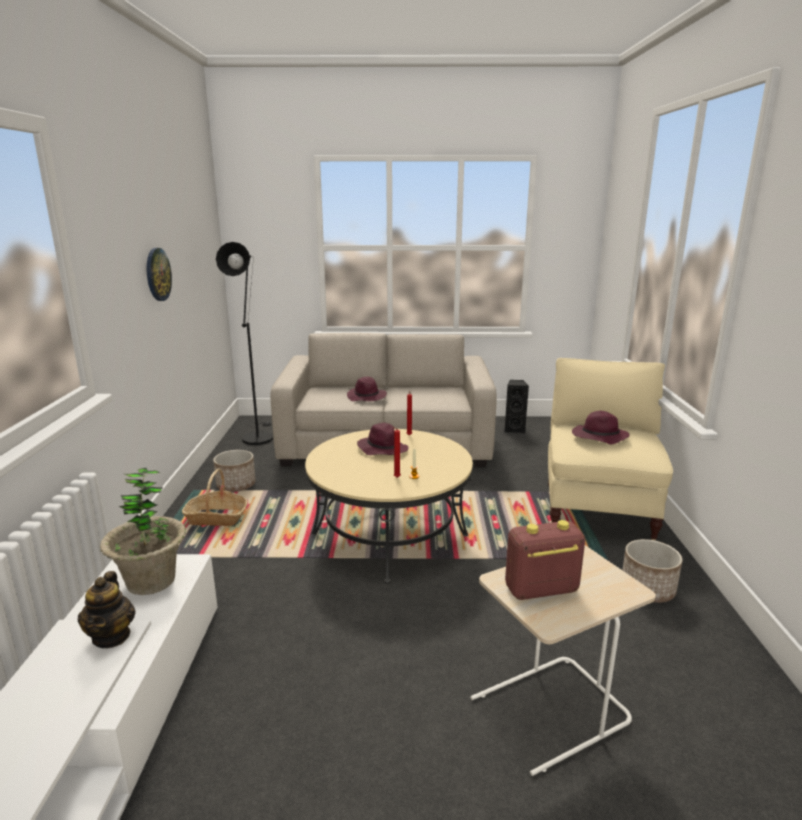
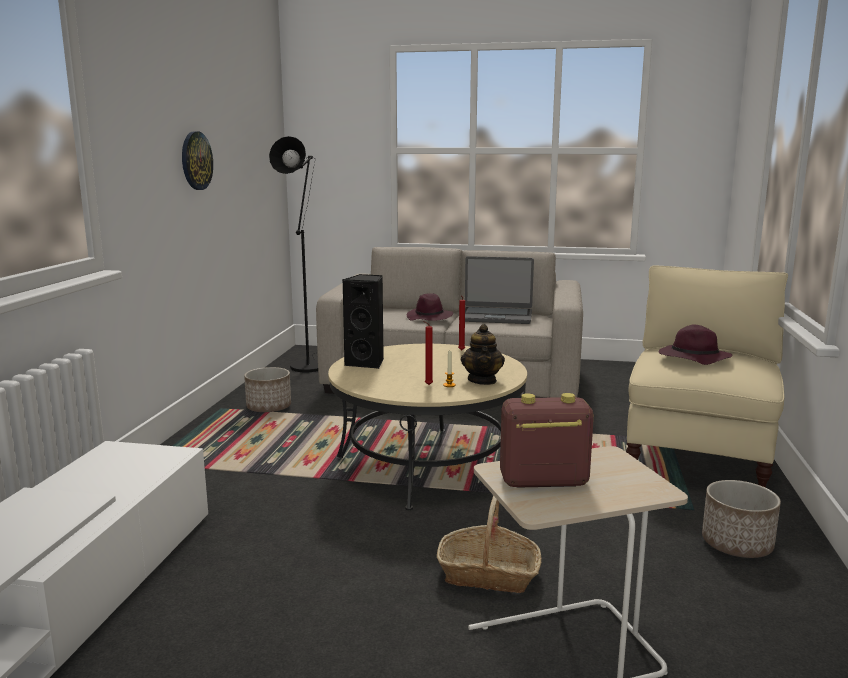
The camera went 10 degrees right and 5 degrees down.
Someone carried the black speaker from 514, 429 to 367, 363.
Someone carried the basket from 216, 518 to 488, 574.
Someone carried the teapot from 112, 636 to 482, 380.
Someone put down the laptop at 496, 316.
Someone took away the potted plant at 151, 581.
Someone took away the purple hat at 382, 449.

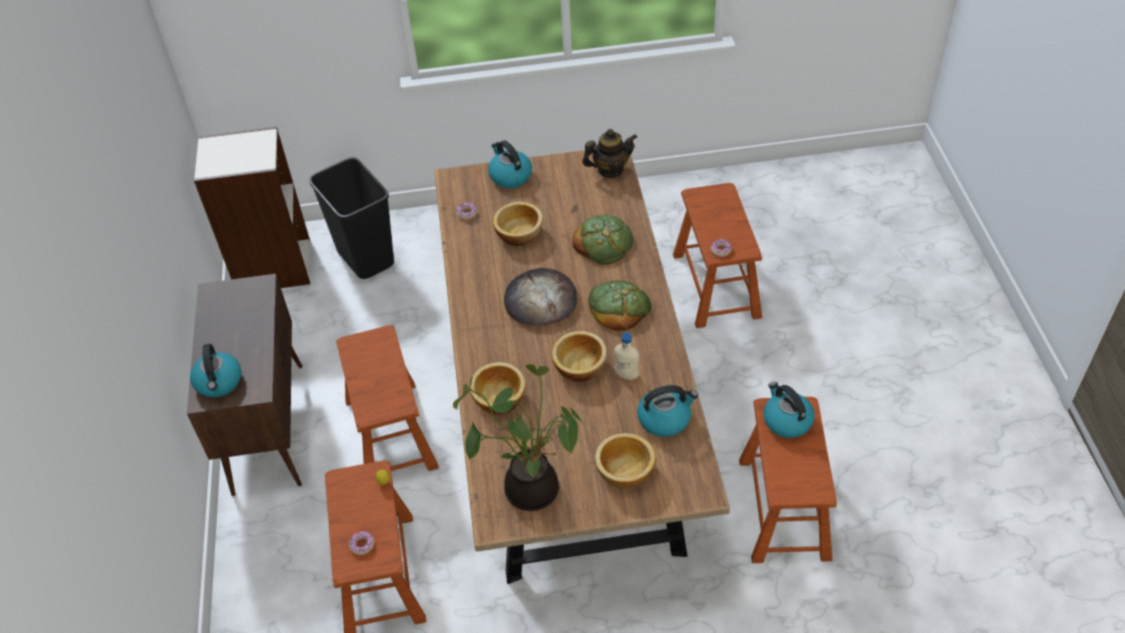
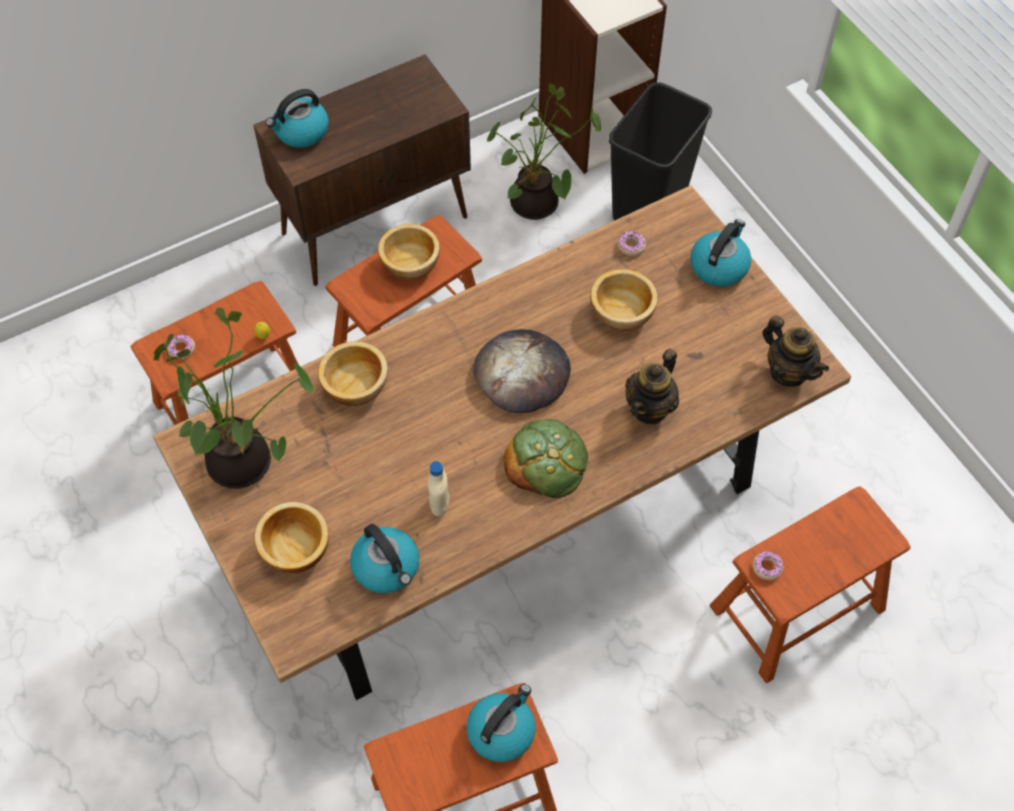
The camera went 65 degrees right and 10 degrees up.
Someone carried the bowl from 579, 366 to 411, 263.
Someone put down the potted plant at 537, 206.
Someone swapped the bread at 603, 242 for the teapot at 650, 408.

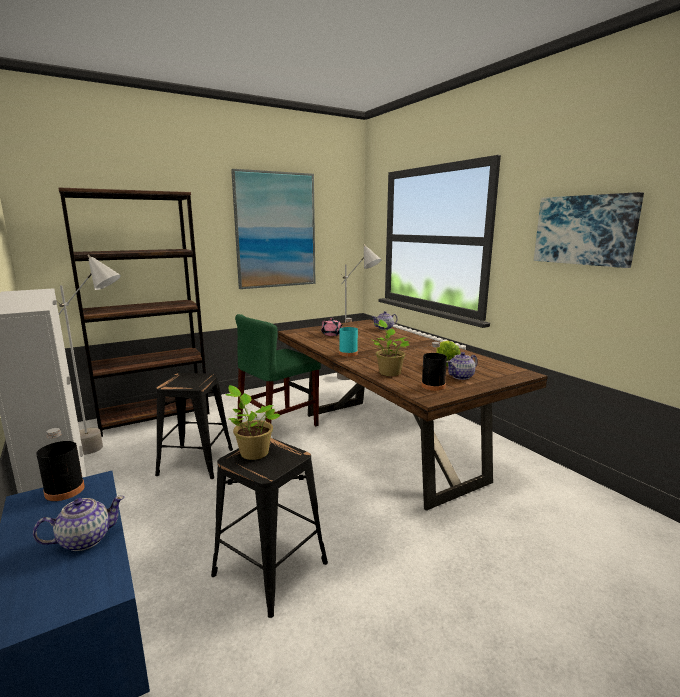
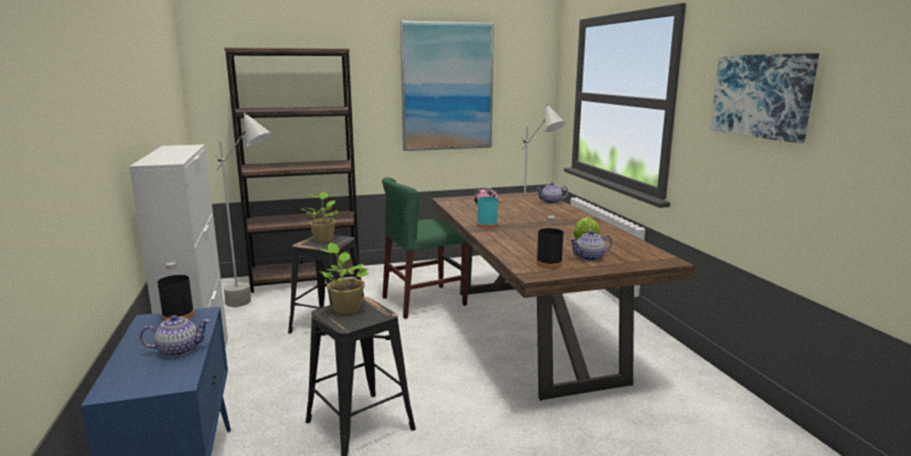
The camera went 15 degrees right and 0 degrees up.
Someone carried the potted plant from 388, 372 to 323, 239.

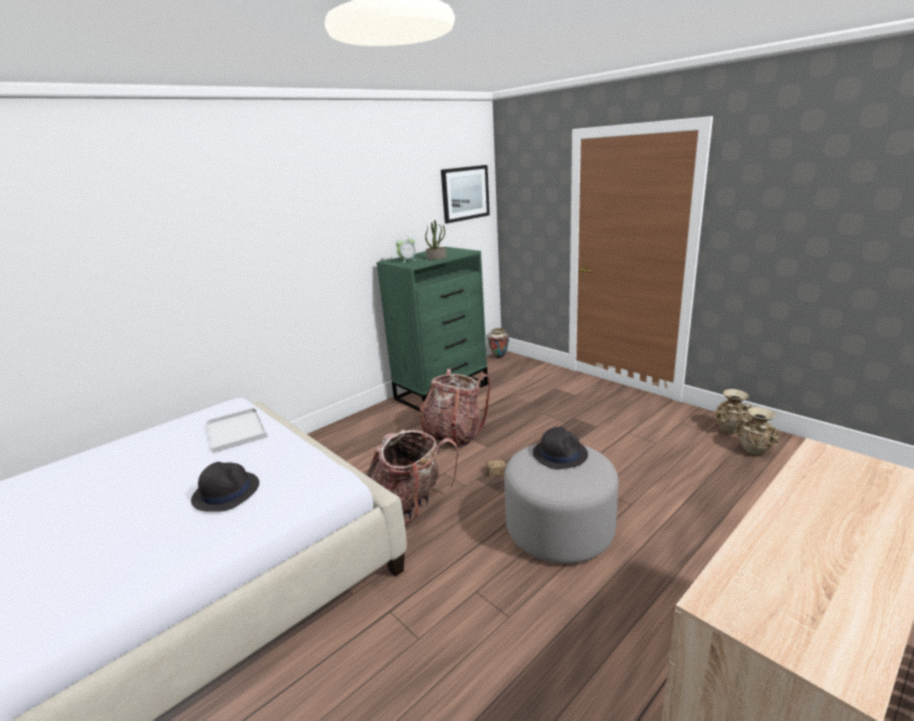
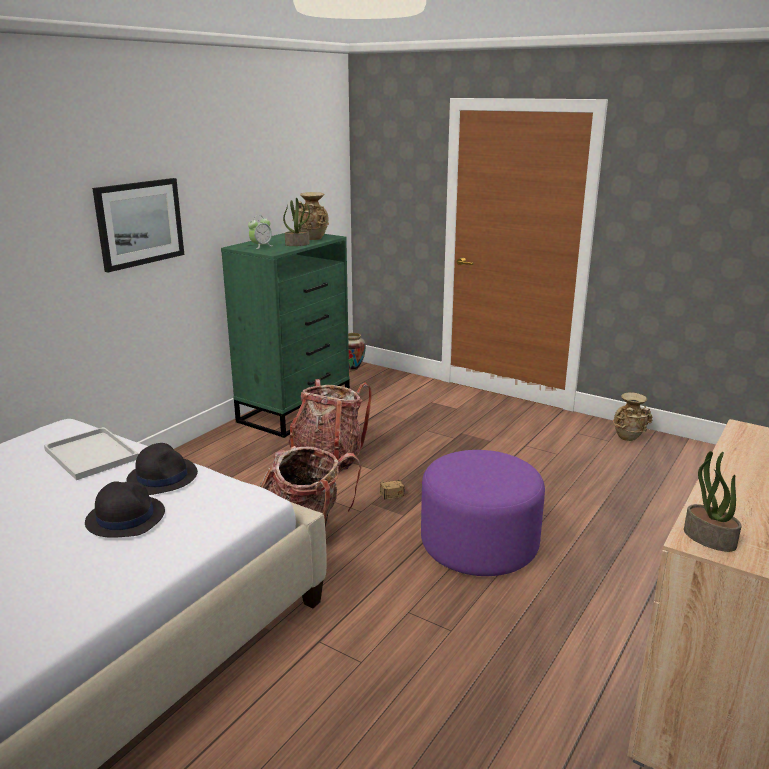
The camera went 15 degrees left and 0 degrees up.
Someone carried the picture from 465, 193 to 139, 223.
Someone carried the black hat from 560, 454 to 162, 477.
Someone carried the beige vase from 753, 451 to 312, 238.
Someone repainted the grey ottoman at 559, 529, which became the purple ottoman at 479, 545.
Someone put down the potted plant at 708, 538.

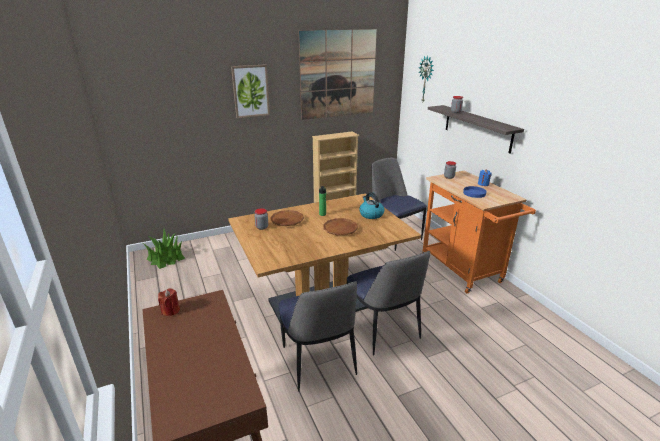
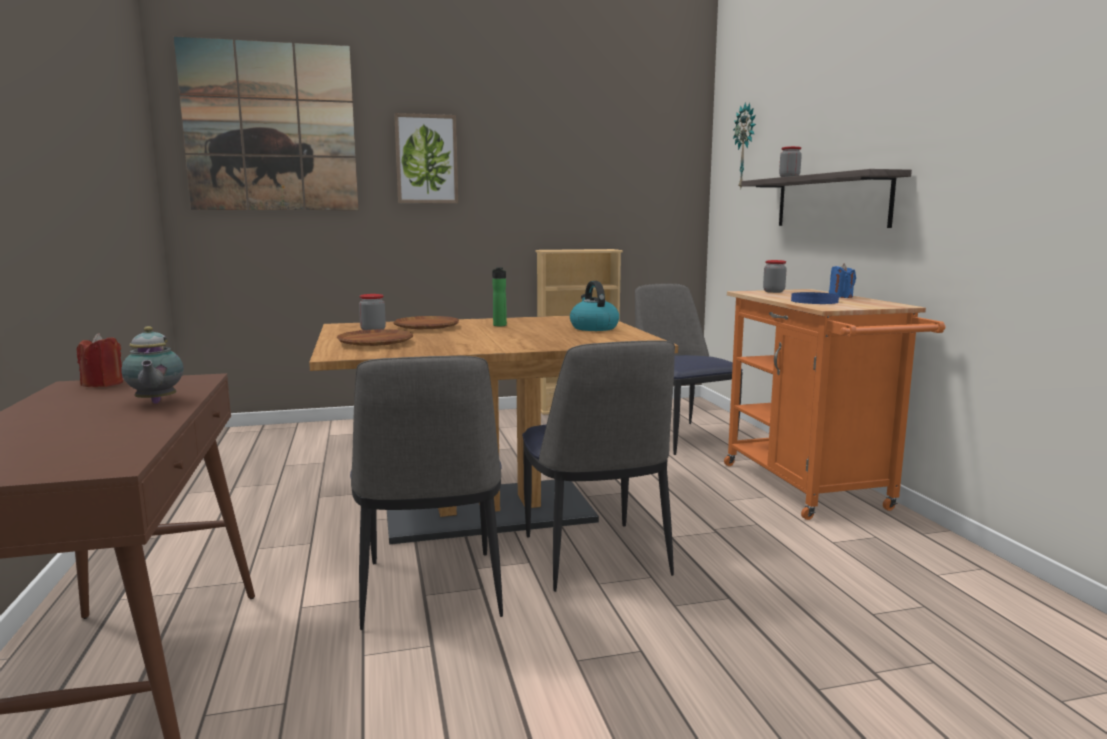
The camera went 10 degrees right and 15 degrees down.
Someone put down the teapot at 155, 402.
Someone carried the picture from 338, 74 to 270, 127.
Someone carried the brown plate from 340, 229 to 375, 343.
Someone took away the potted plant at 166, 258.

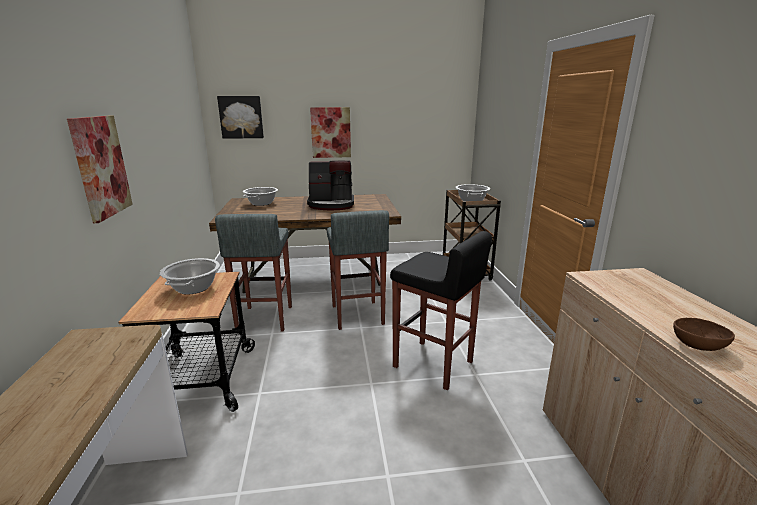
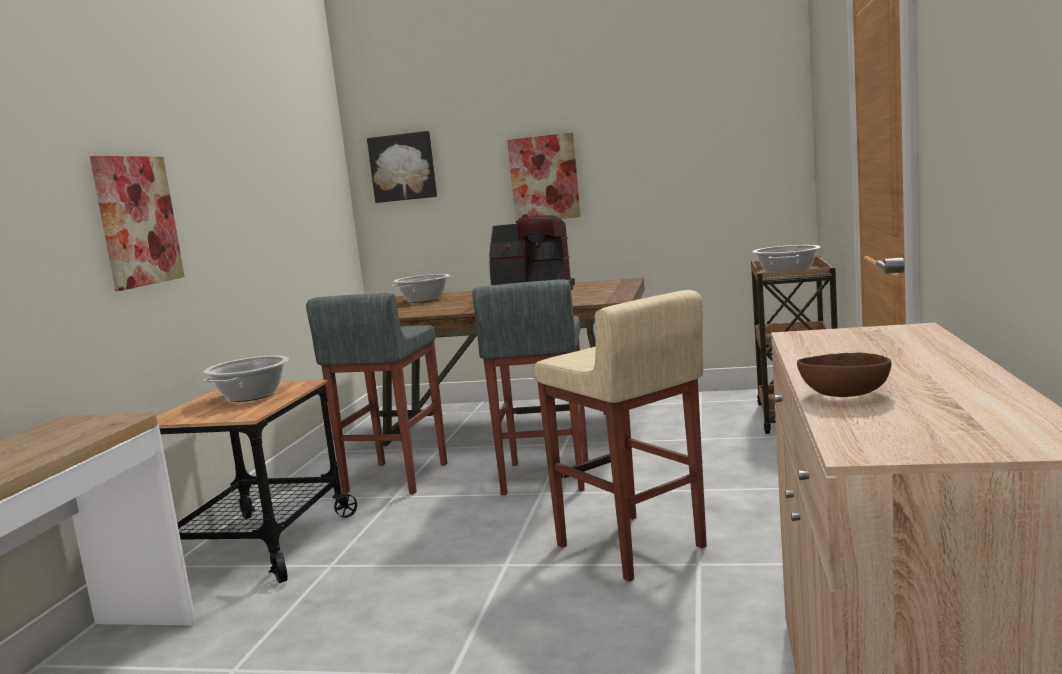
The camera went 20 degrees right and 10 degrees down.
Someone repainted the black stool at 433, 365, which became the beige stool at 630, 547.

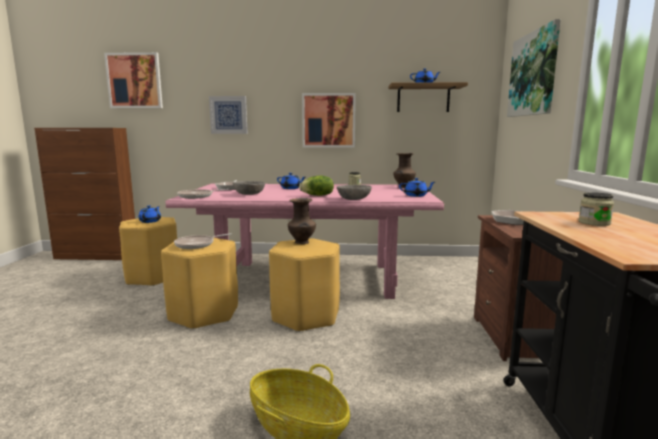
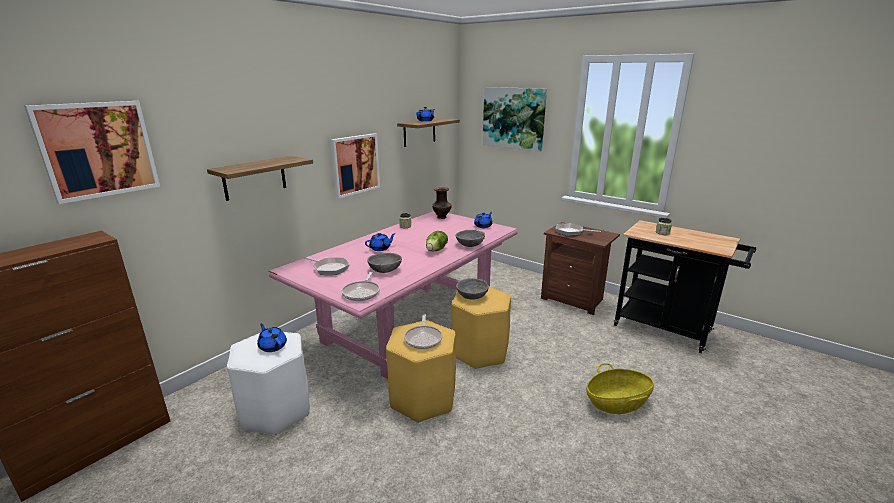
The camera went 55 degrees left and 10 degrees up.
Someone swapped the picture at 228, 115 for the shelf at 254, 178.
Someone repainted the yellow stool at 153, 277, which became the white stool at 276, 410.
Someone swapped the brown vase at 302, 242 for the grey bowl at 472, 296.

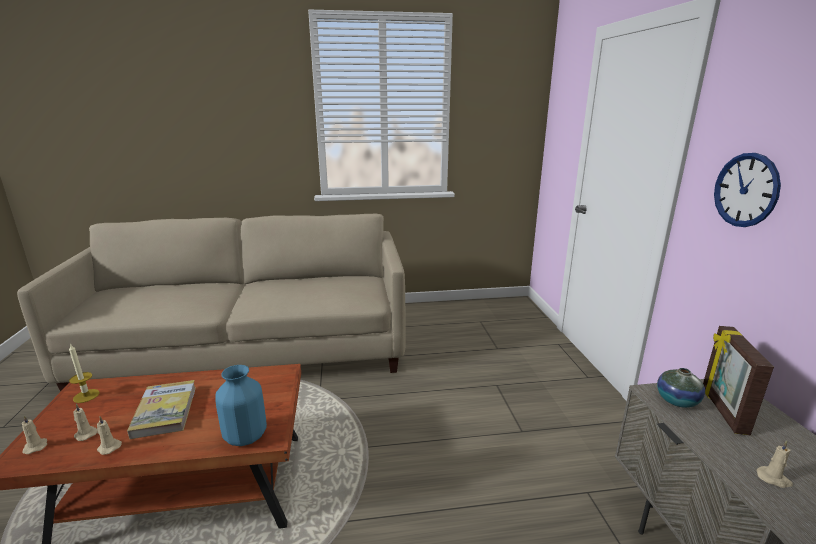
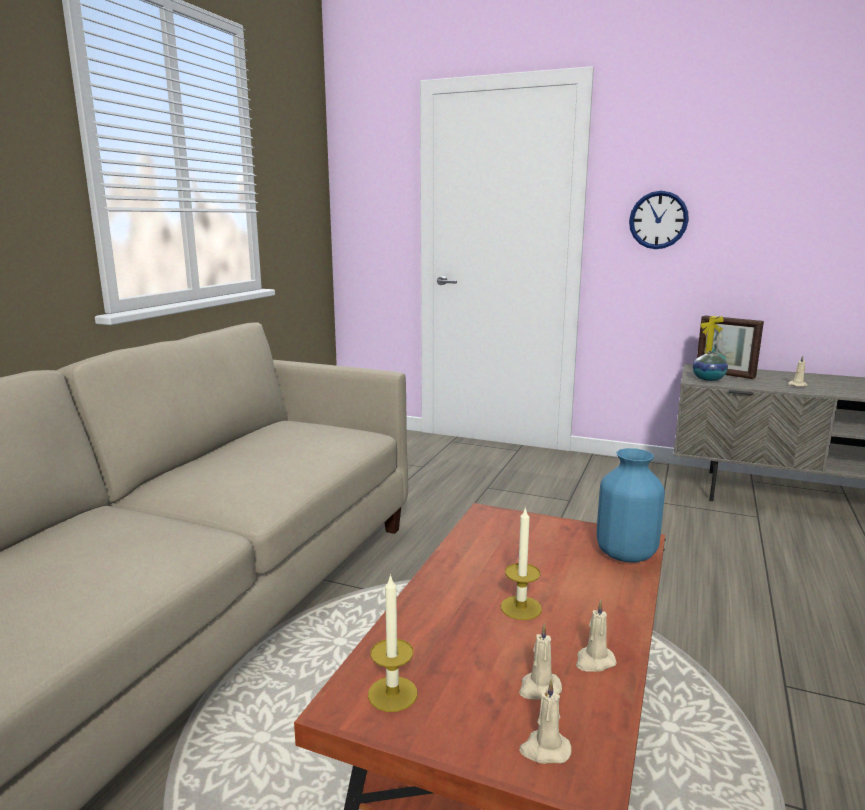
The camera went 60 degrees left and 5 degrees down.
Someone swapped the book at 165, 411 for the candle at 521, 608.

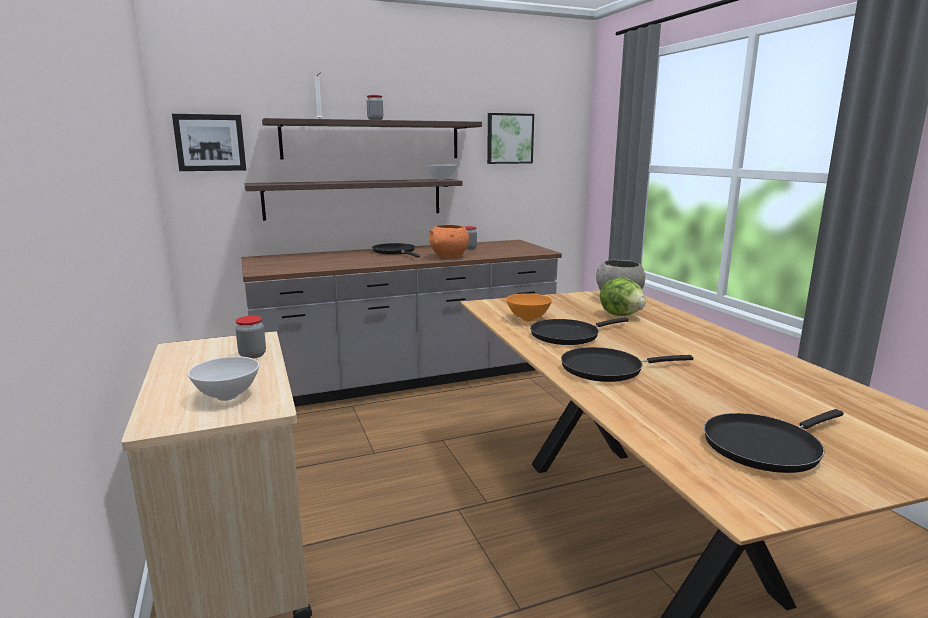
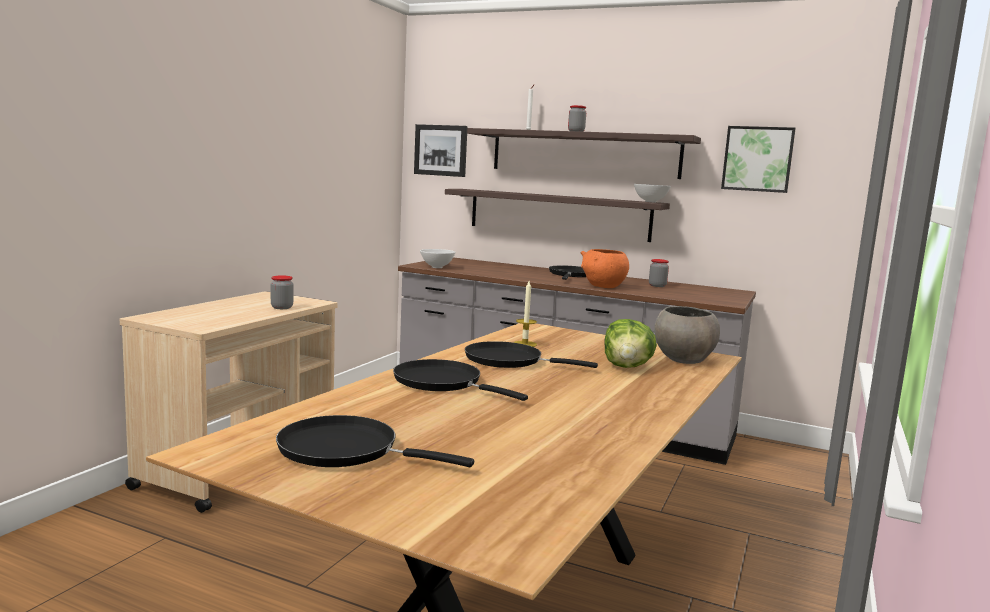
The camera went 45 degrees right and 5 degrees down.
Someone carried the white bowl from 227, 396 to 437, 267.
Someone swapped the orange bowl at 528, 319 for the candle at 524, 344.

